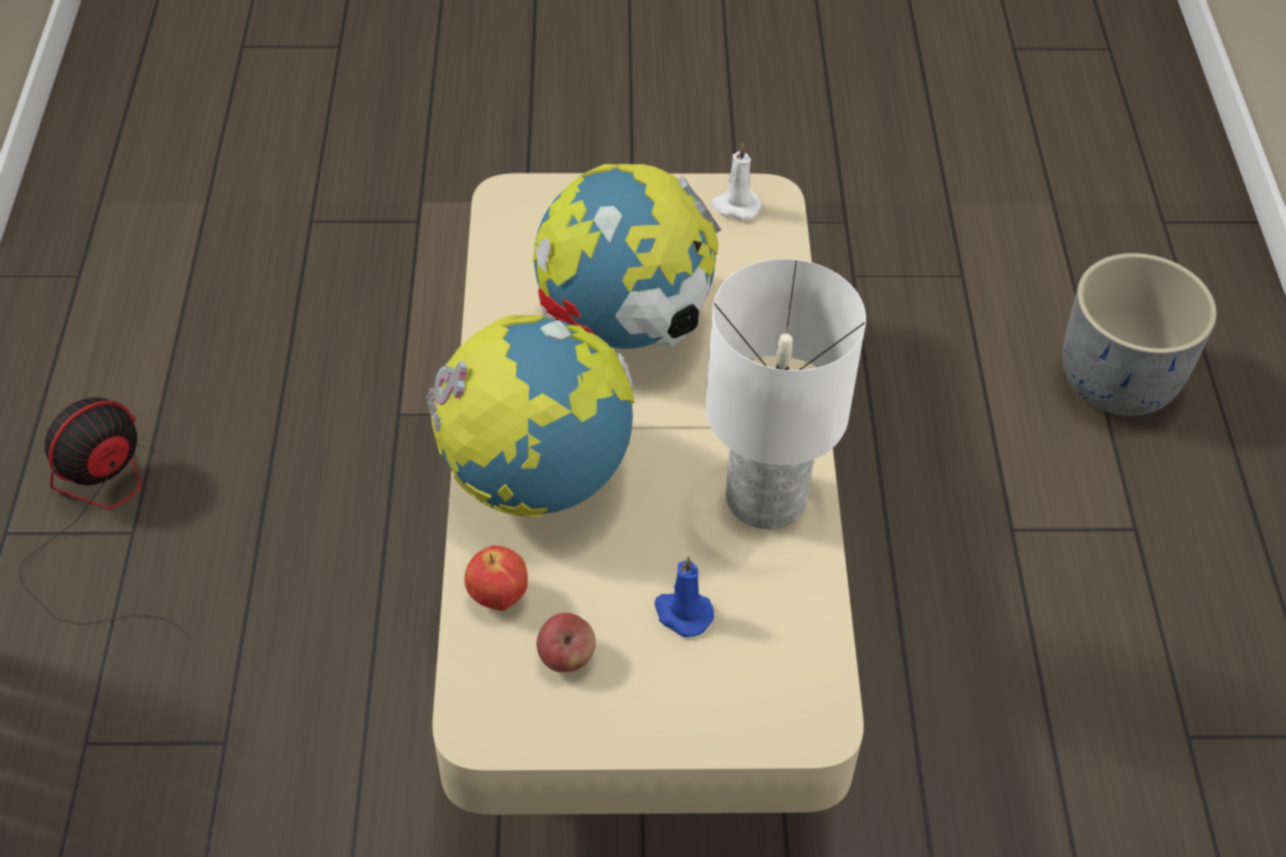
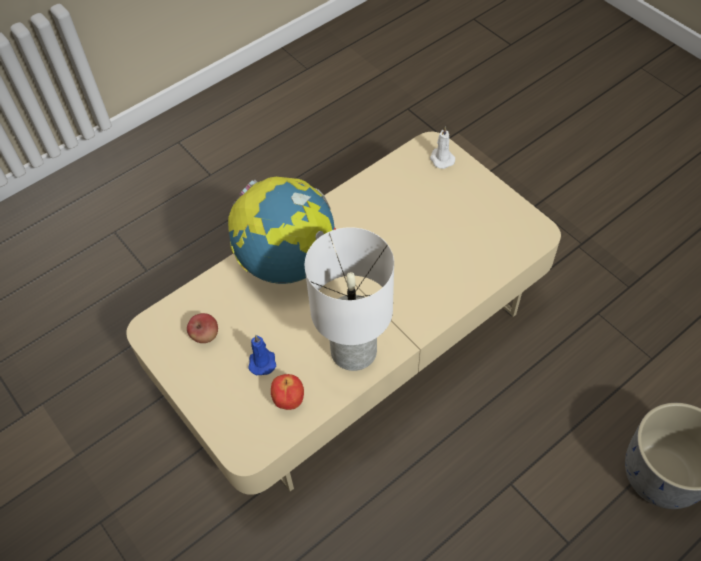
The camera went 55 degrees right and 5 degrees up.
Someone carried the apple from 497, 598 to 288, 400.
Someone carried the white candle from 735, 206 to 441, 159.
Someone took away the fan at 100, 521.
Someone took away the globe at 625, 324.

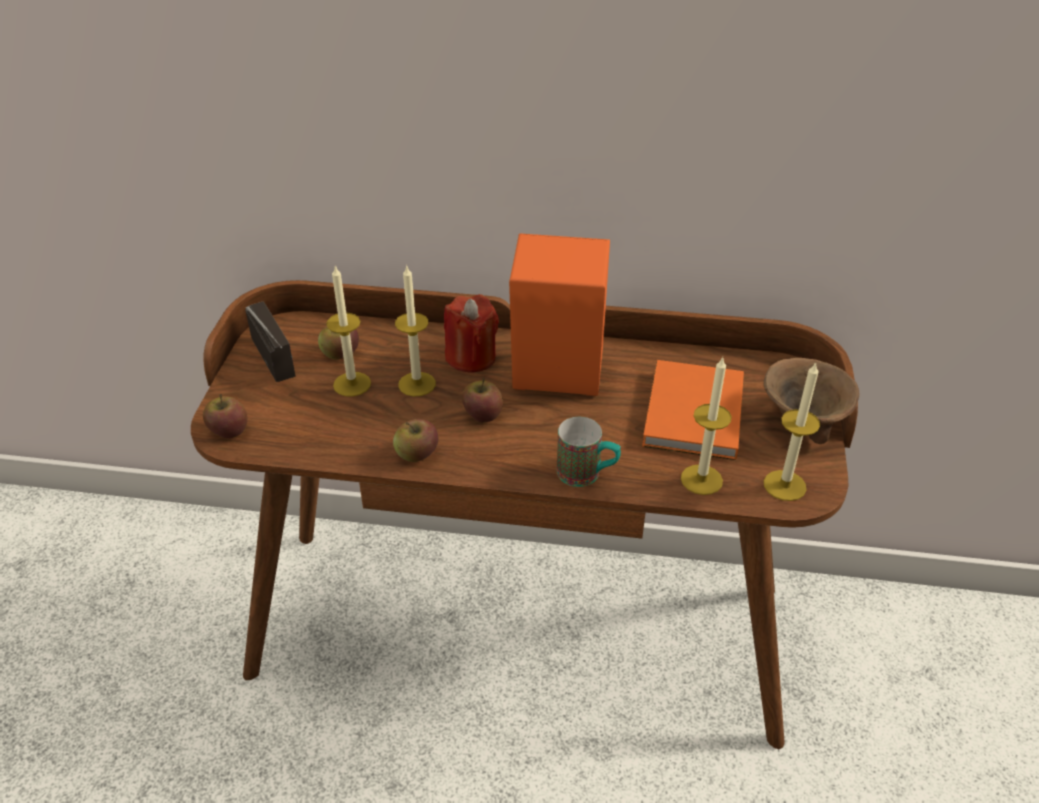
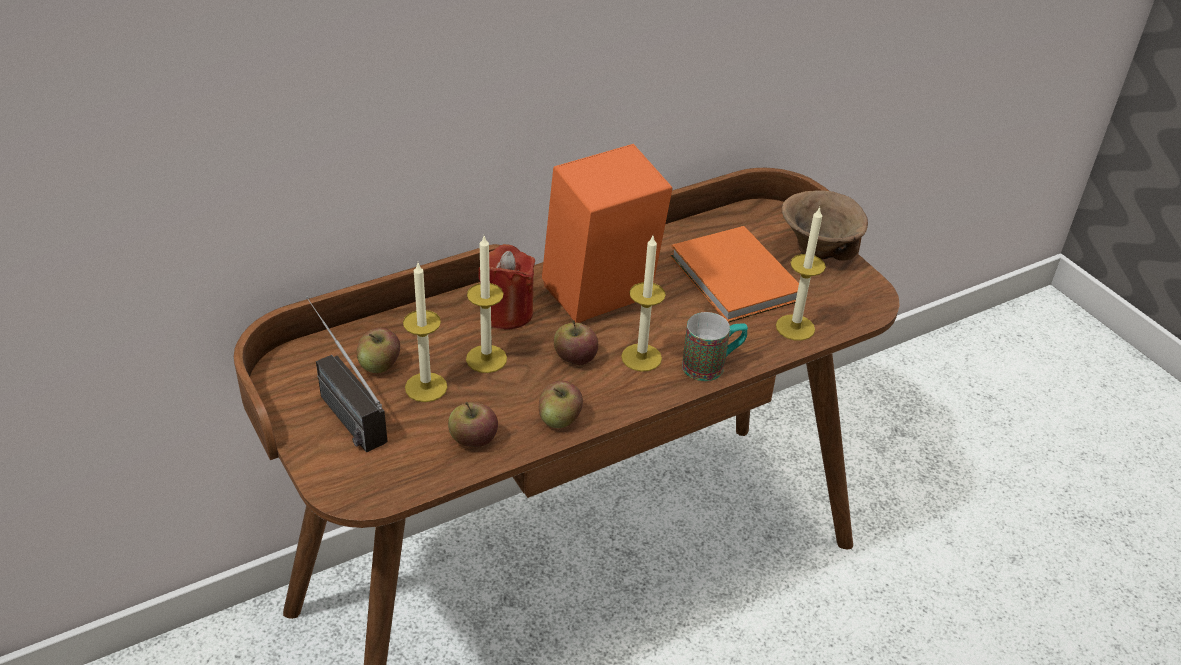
The camera went 40 degrees left and 0 degrees up.
Someone rotated the radio at 282, 368 by 150 degrees counterclockwise.
Someone carried the apple from 228, 431 to 473, 439.
Someone carried the candle from 784, 485 to 641, 357.

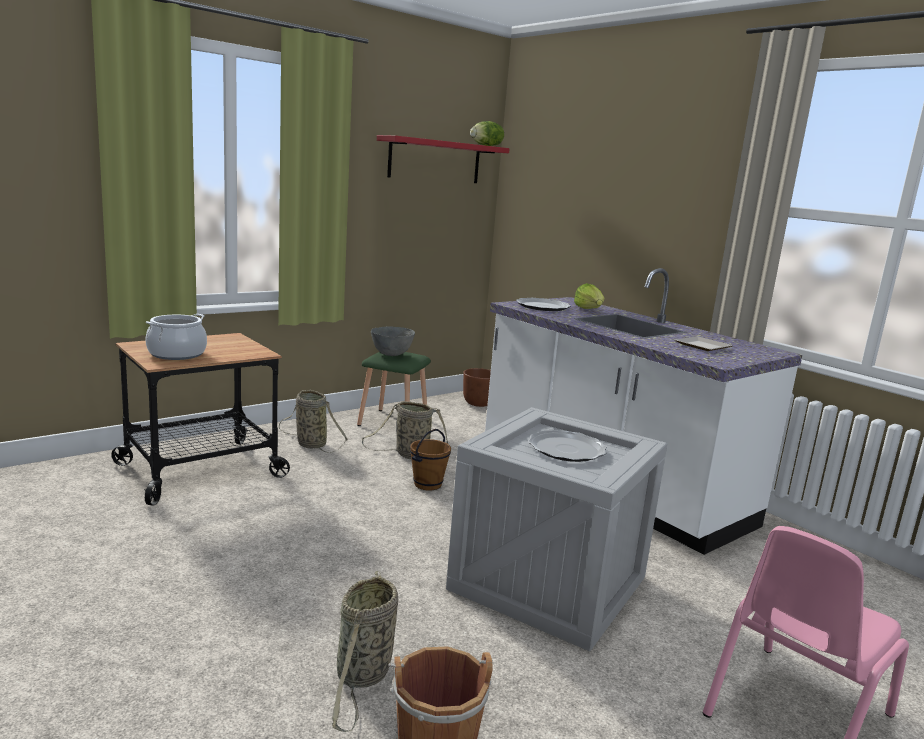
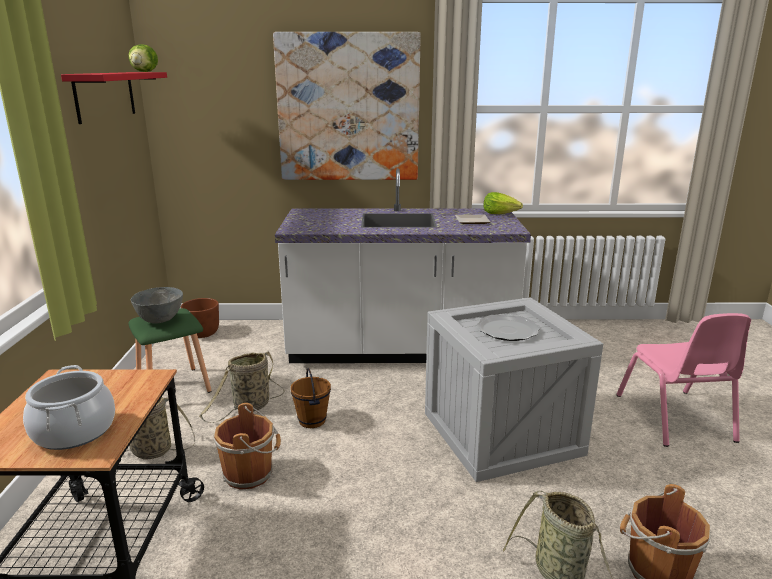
The camera went 50 degrees left and 5 degrees up.
Someone put down the brown bucket at 251, 473.
Someone put up the picture at 348, 108.
Someone carried the lettuce from 589, 309 to 500, 214.
Someone took away the plate at 543, 307.

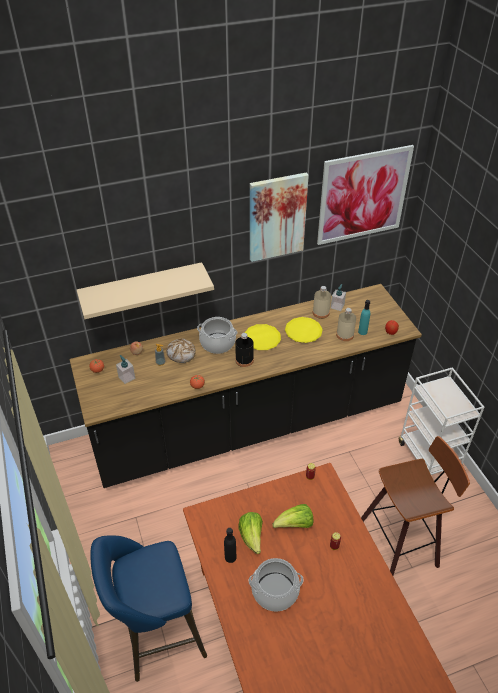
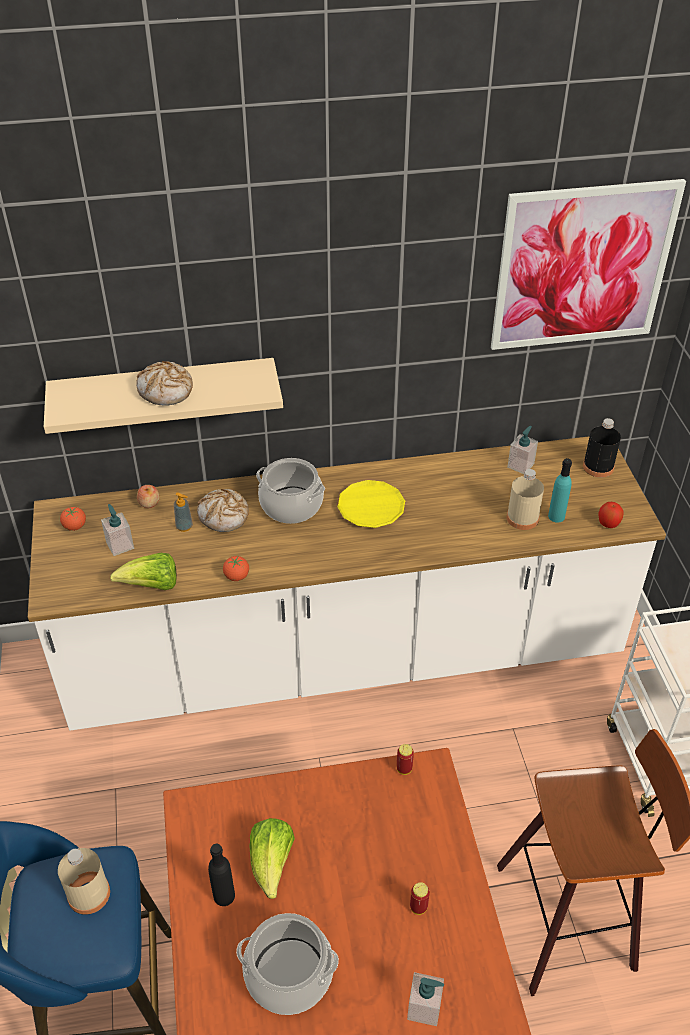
The camera went 10 degrees right and 0 degrees up.
Someone repainted the black counter at 249, 425, which became the white counter at 345, 656.
Someone carried the beige bottle from 321, 312 to 89, 894.
Someone carried the lettuce from 295, 525 to 152, 586.
Someone put down the bread at 166, 391.
Someone put down the soap dispenser at 424, 1008.
Someone carried the black bottle from 244, 360 to 598, 467.
Someone took away the picture at 276, 217.
Someone took away the yellow plate at 303, 332.

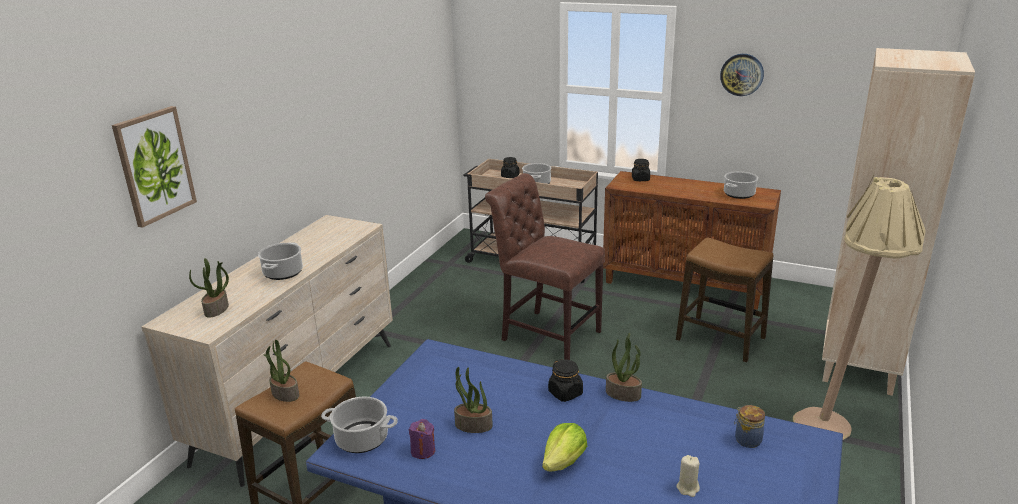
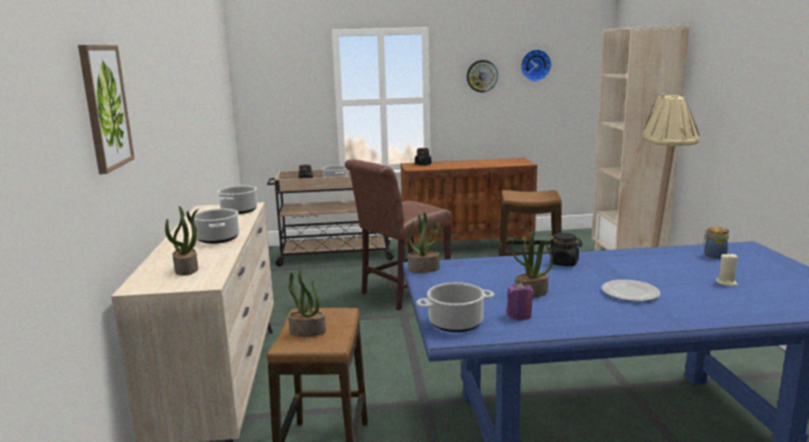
The camera went 30 degrees left and 10 degrees down.
Someone carried the cooking pot from 739, 194 to 239, 211.
Someone rotated the brown chair at 546, 333 by 45 degrees counterclockwise.
Someone carried the potted plant from 623, 394 to 424, 269.
Someone put up the wall clock at 535, 65.
Someone swapped the lettuce at 564, 462 for the plate at 630, 293.

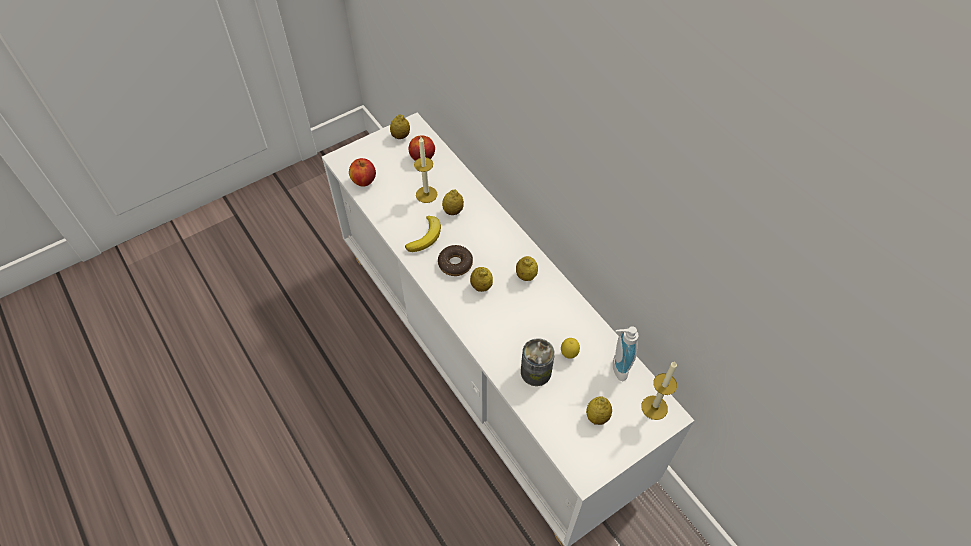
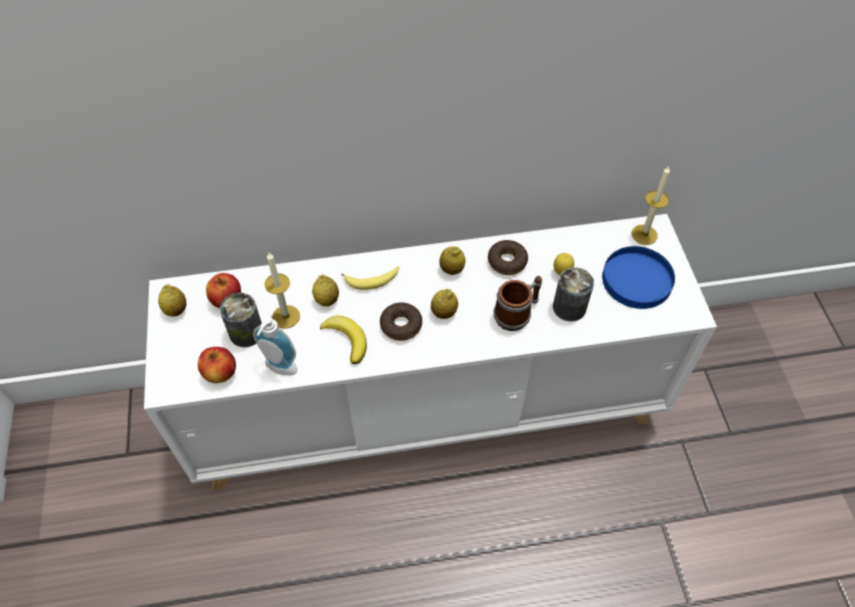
The camera went 65 degrees left and 0 degrees up.
Someone put down the can at 246, 332.
Someone carried the soap dispenser from 616, 367 to 279, 370.
Someone put down the banana at 372, 281.
Someone put down the donut at 507, 261.
Someone put down the mug at 517, 314.
Someone swapped the lemon at 597, 416 for the blue plate at 637, 279.

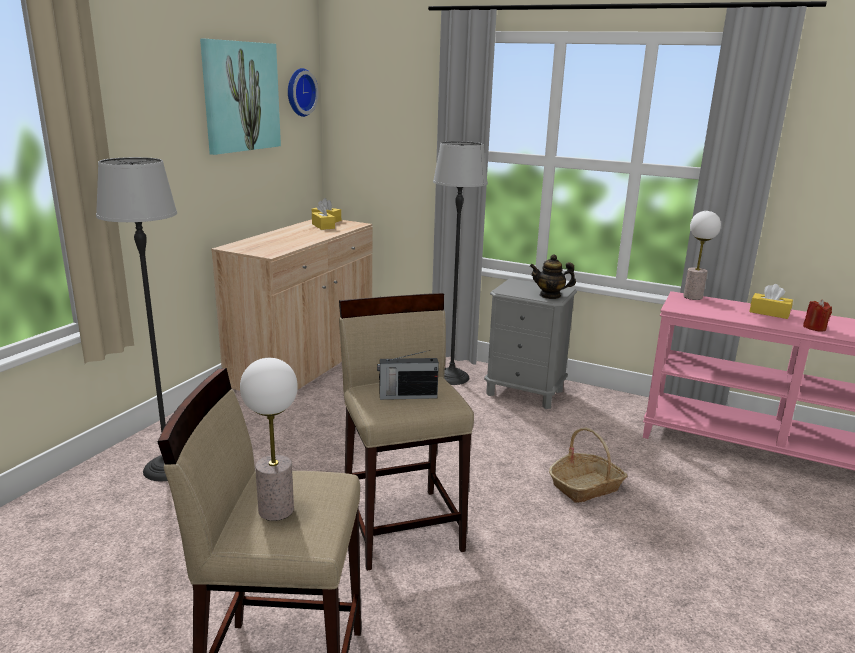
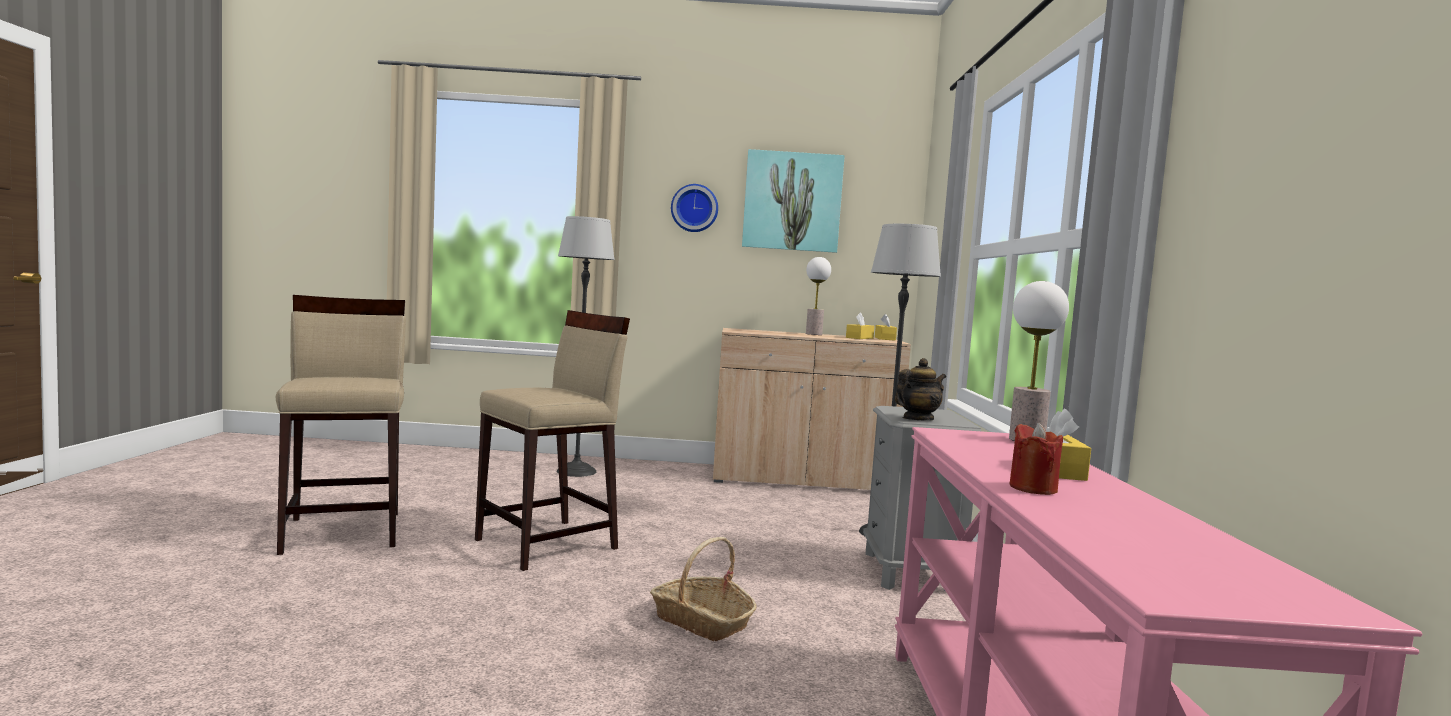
The camera went 65 degrees right and 15 degrees down.
Someone carried the wall clock from 299, 92 to 694, 208.
Someone carried the table lamp from 276, 509 to 814, 334.
Someone rotated the teapot at 550, 295 by 75 degrees clockwise.
Someone took away the radio at 407, 396.

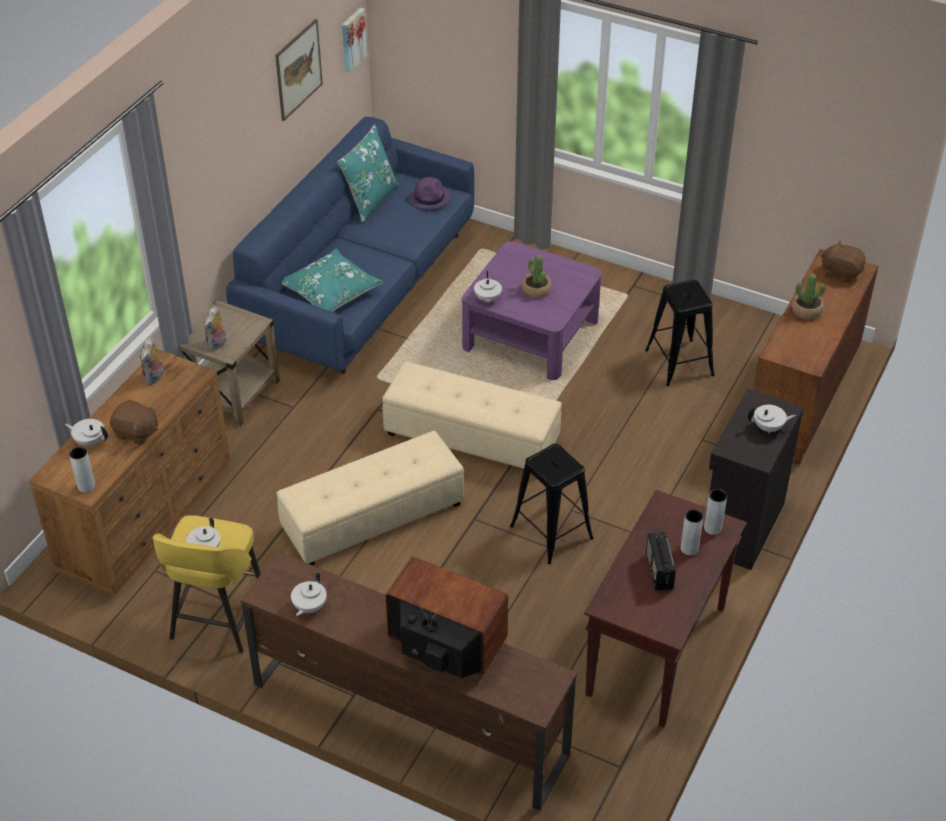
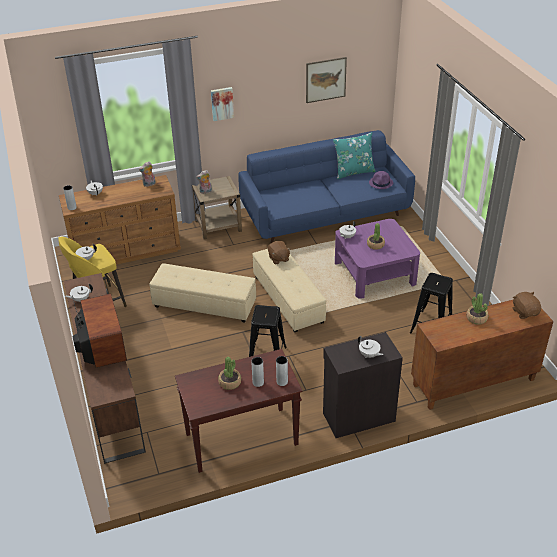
The camera went 45 degrees right and 5 degrees down.
Someone carried the picture from 352, 39 to 222, 103.
Someone swapped the radio at 659, 572 for the potted plant at 230, 382.
Someone carried the brown plush toy from 136, 433 to 278, 258.
Someone took away the turquoise pillow at 331, 291.

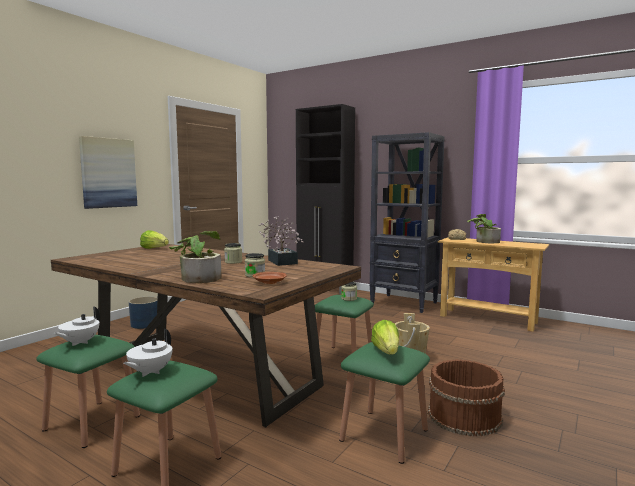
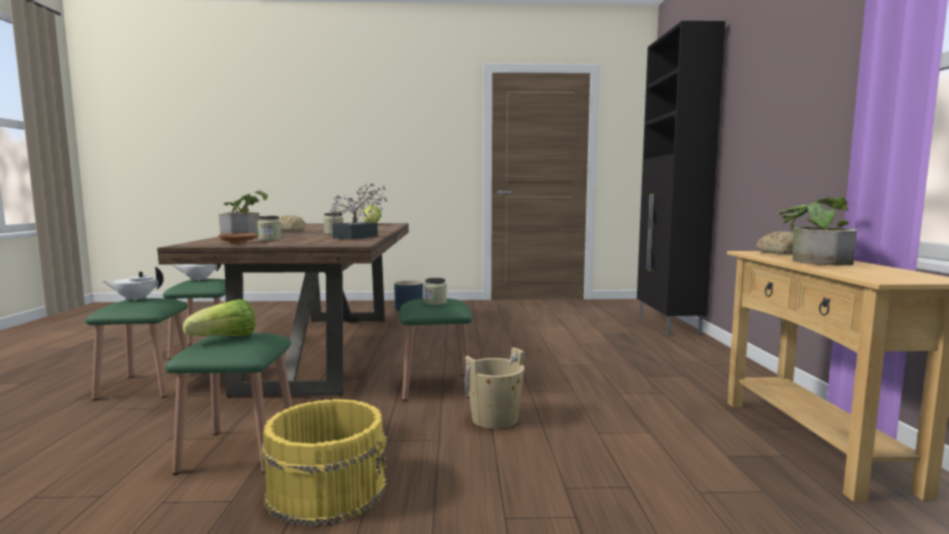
The camera went 55 degrees right and 0 degrees up.
Someone repainted the brown bucket at 463, 415, which became the yellow bucket at 328, 489.
Someone put down the bread at 289, 230.
Someone took away the picture at 108, 173.
Someone took away the black bookcase at 404, 303.

